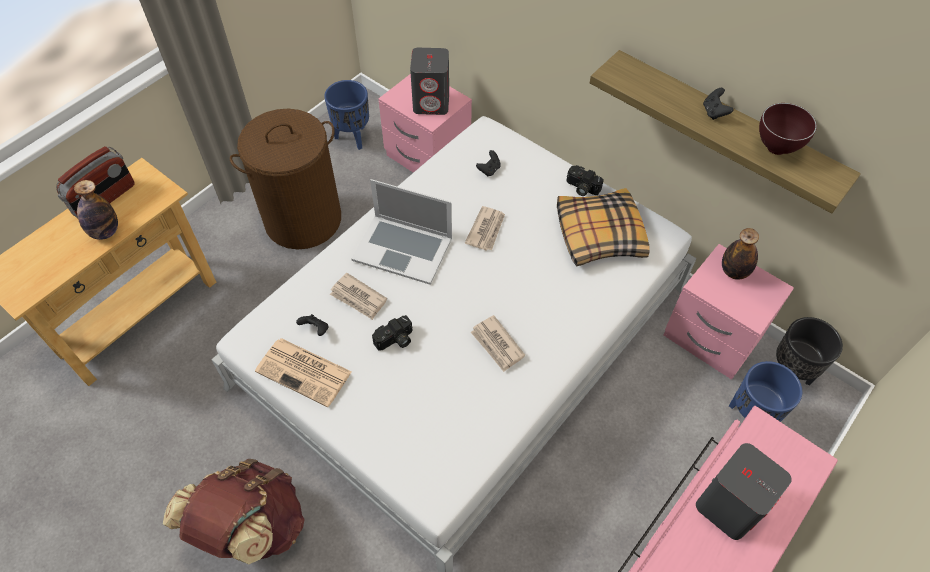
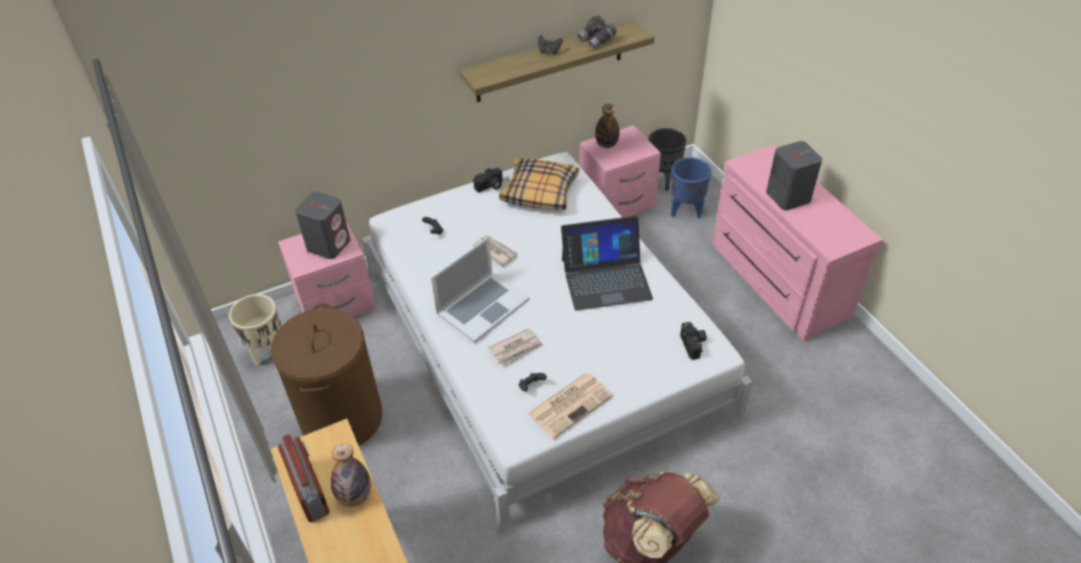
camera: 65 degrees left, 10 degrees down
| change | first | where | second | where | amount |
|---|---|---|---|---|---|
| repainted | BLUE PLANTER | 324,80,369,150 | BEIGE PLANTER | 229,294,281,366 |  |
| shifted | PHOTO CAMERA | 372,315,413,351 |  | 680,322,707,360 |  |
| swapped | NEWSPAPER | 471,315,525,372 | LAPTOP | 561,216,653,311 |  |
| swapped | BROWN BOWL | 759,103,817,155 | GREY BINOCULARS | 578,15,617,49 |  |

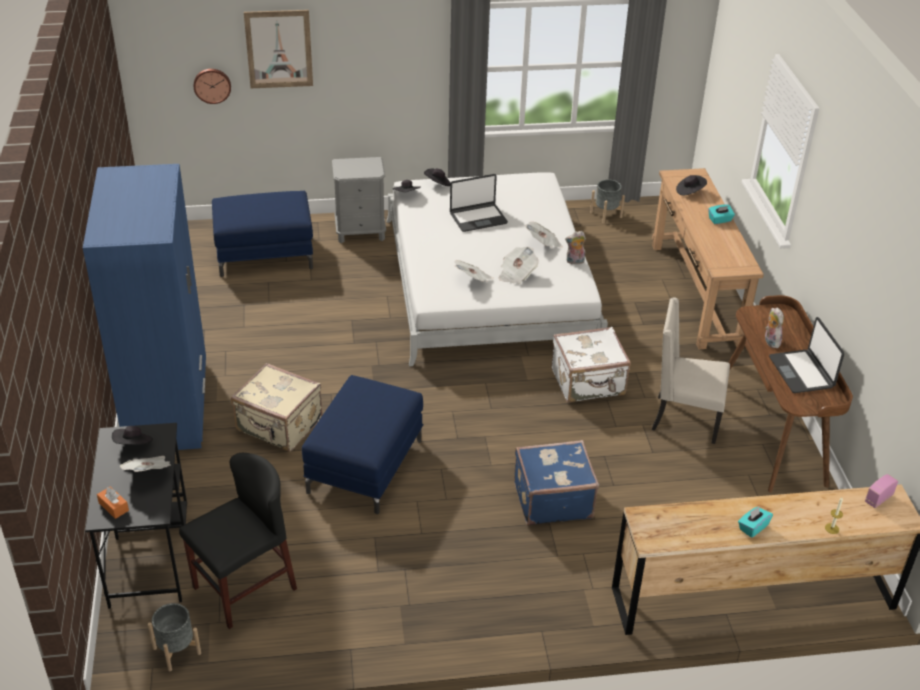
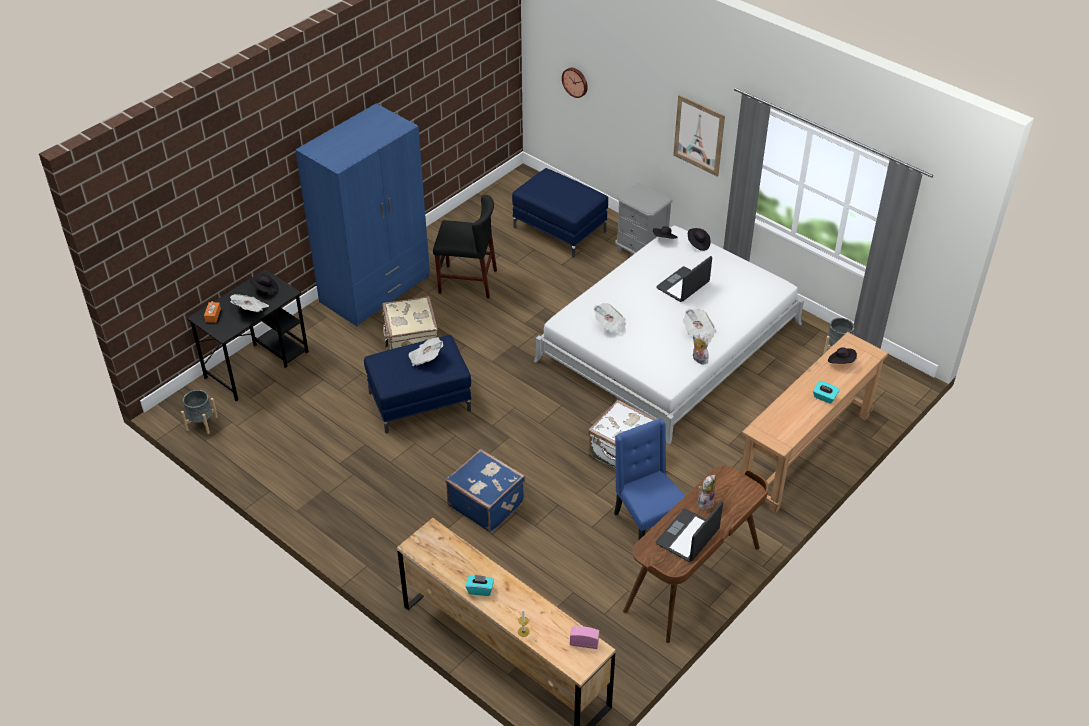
camera: 50 degrees right, 5 degrees up
| change | first | where | second | where | amount |
|---|---|---|---|---|---|
| shifted | BLACK CHAIR | 179,453,297,629 |  | 433,195,497,299 |  |
| shifted | PICTURE | 244,10,313,88 |  | 673,95,725,177 |  |
| rotated | LAPTOP | 450,174,508,232 |  | 656,256,712,302 | 105 degrees clockwise |
| shifted | NEWSPAPER | 499,247,539,284 |  | 409,337,443,366 |  |
| repainted | BEIGE CHAIR | 652,297,730,444 | BLUE CHAIR | 614,419,685,541 |  |

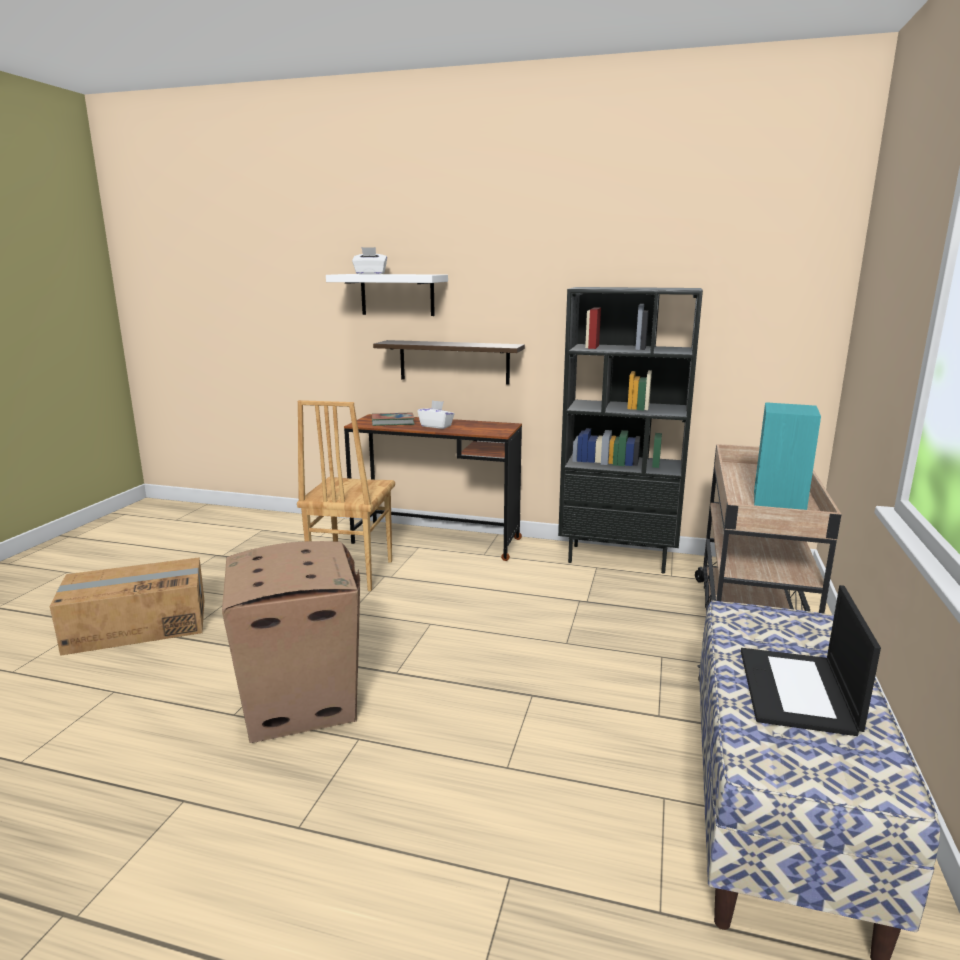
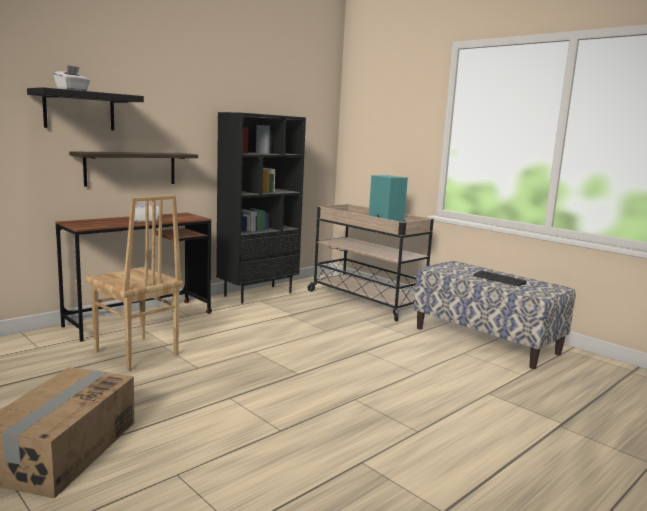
camera: 60 degrees left, 5 degrees down
| change | first | where | second | where | amount |
|---|---|---|---|---|---|
| gone | CARDBOARD BOX | 222,541,360,743 |  |  |  |
| repainted | WHITE SHELF | 326,274,448,316 | BLACK SHELF | 27,87,144,130 |  |
| gone | BOOK | 372,412,415,426 |  |  |  |
| swapped | LAPTOP | 741,585,881,736 | KEYBOARD | 473,270,526,286 |  |

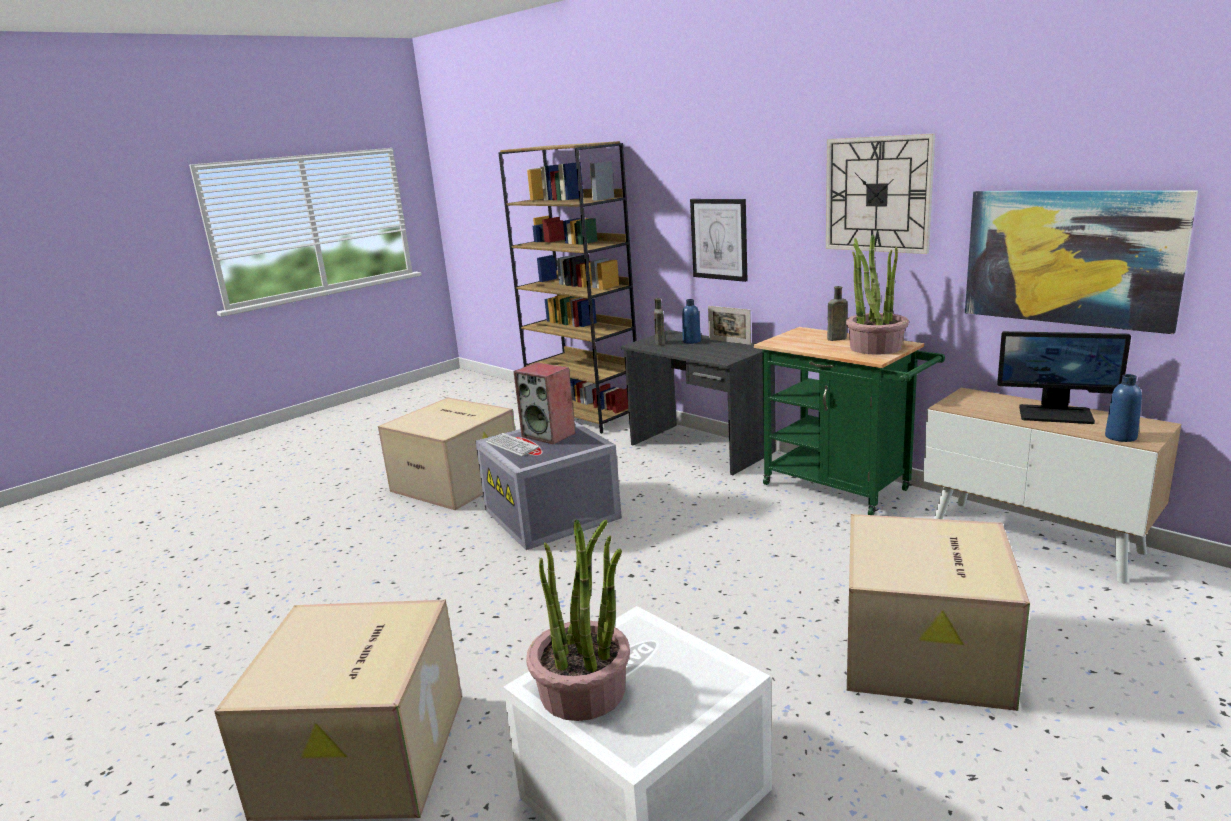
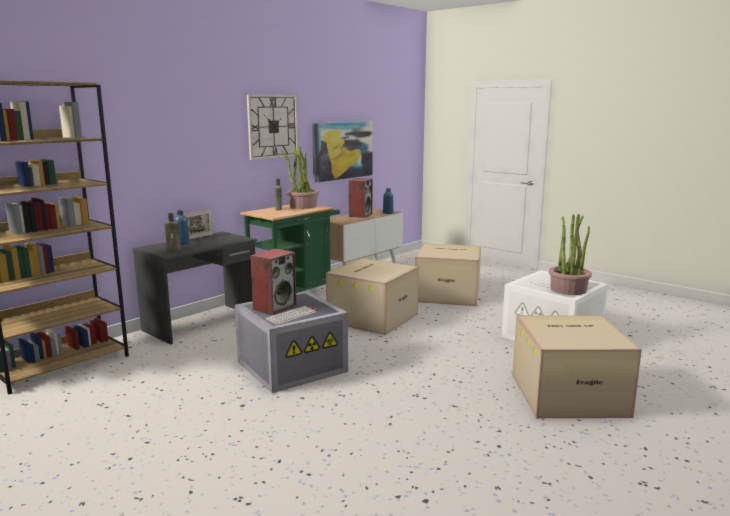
camera: 95 degrees left, 5 degrees down
| change | first | where | second | where | amount |
|---|---|---|---|---|---|
| shifted | CARDBOARD BOX | 378,397,515,510 |  | 326,258,419,335 |  |
| gone | PICTURE | 690,199,747,282 |  |  |  |
| swapped | MONITOR | 997,331,1131,424 | SPEAKER | 349,178,372,218 |  |

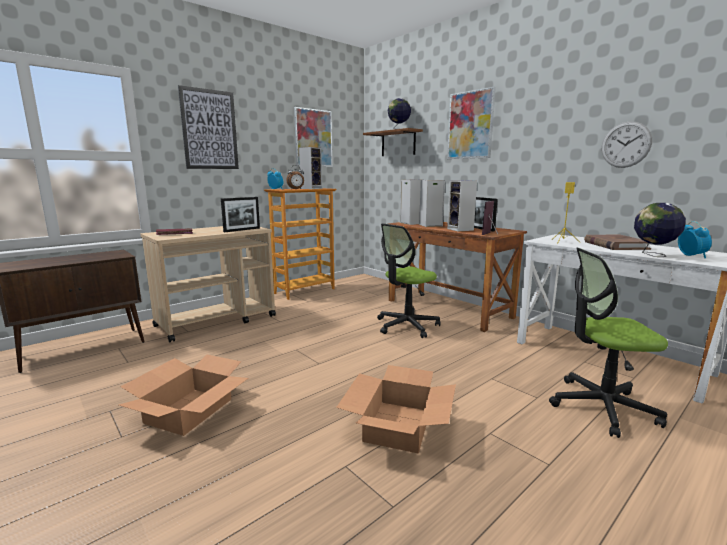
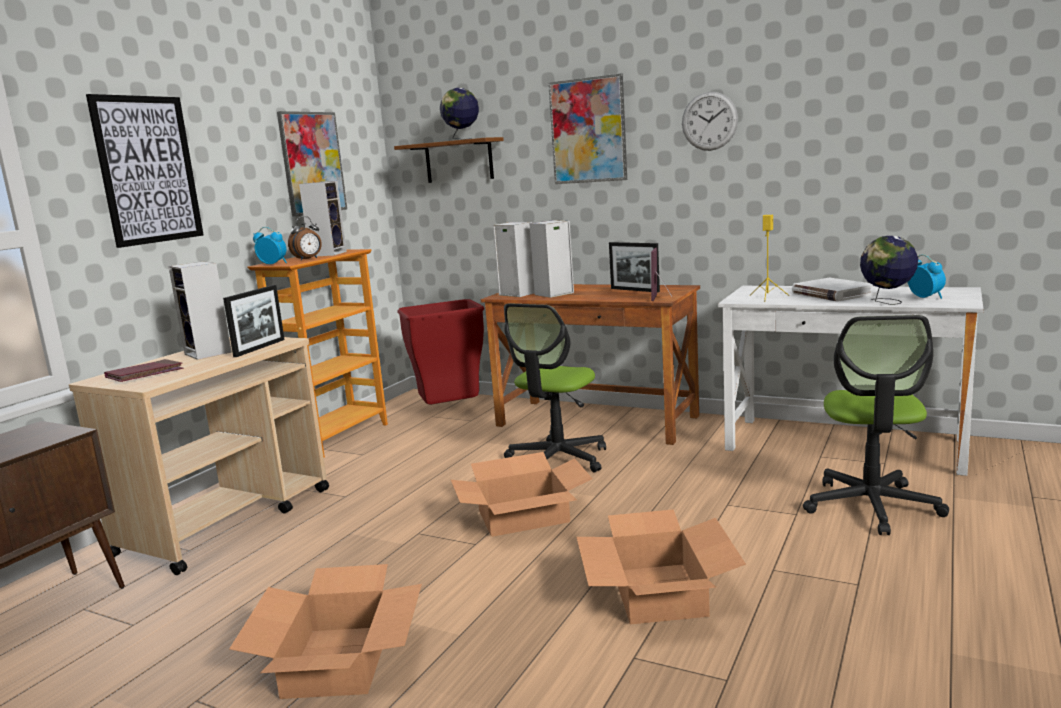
camera: 20 degrees left, 0 degrees up
| change | first | where | second | where | amount |
|---|---|---|---|---|---|
| shifted | SPEAKER | 447,180,477,231 |  | 168,261,232,360 |  |
| rotated | OFFICE CHAIR | 549,248,668,438 |  | 803,315,949,535 | 60 degrees counterclockwise |
| repainted | BROWN BOOK | 584,235,651,250 | WHITE BOOK | 792,278,876,301 |  |
| shifted | WALL CLOCK | 602,121,652,168 |  | 682,92,738,151 |  |
| new |  |  | RED TRASH CAN | 397,299,484,405 |  |
| new |  |  | CARDBOARD BOX | 451,452,593,537 |  |

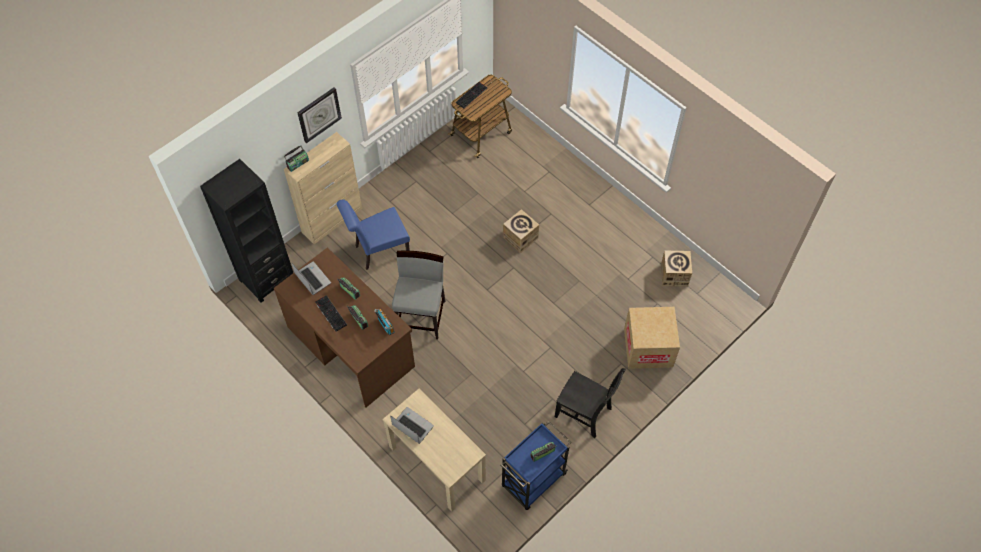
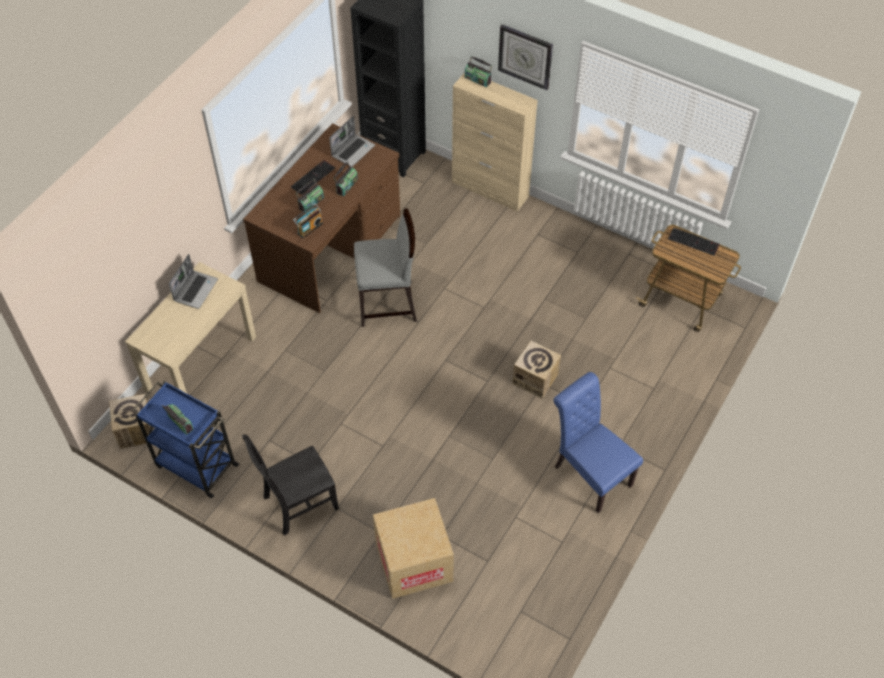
camera: 75 degrees right, 5 degrees down
| change | first | where | second | where | amount |
|---|---|---|---|---|---|
| shifted | BLUE CHAIR | 337,199,410,270 |  | 554,372,643,513 |  |
| rotated | BLACK CHAIR | 555,368,625,438 |  | 242,435,339,536 | 45 degrees clockwise |
| shifted | CARDBOARD BOX | 661,251,692,286 |  | 109,394,154,449 |  |

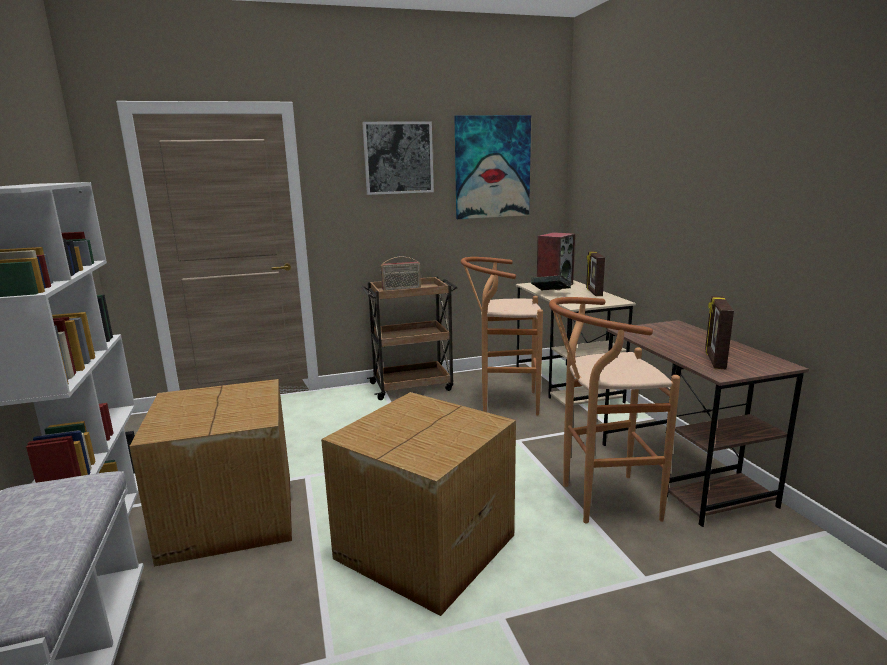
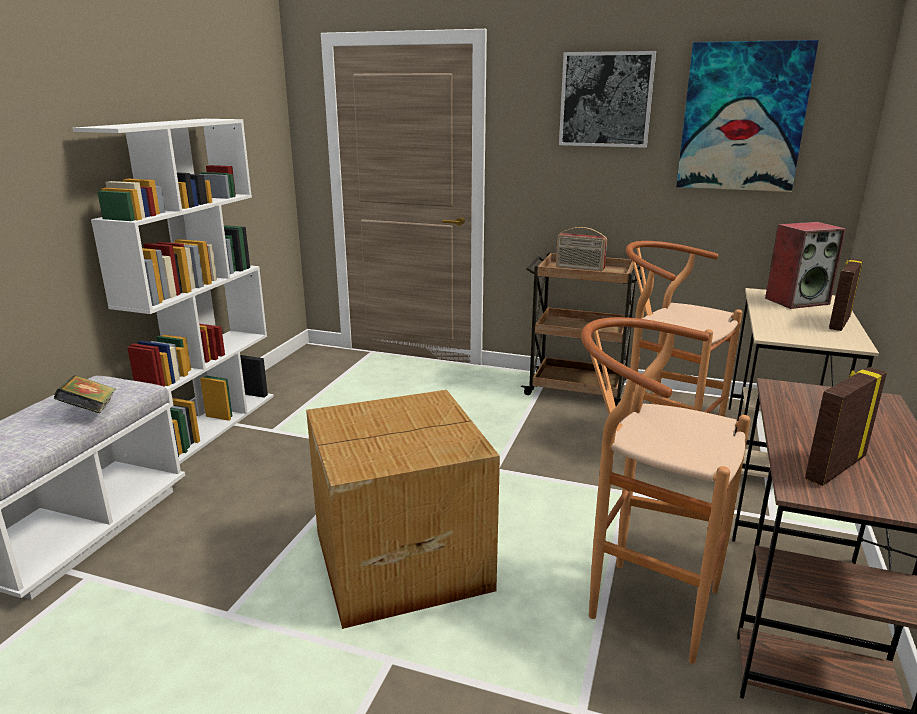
camera: 35 degrees right, 5 degrees up
| change | first | where | second | where | amount |
|---|---|---|---|---|---|
| gone | CARDBOARD BOX | 129,379,292,567 |  |  |  |
| shifted | BOOK | 531,275,572,291 |  | 54,375,115,413 |  |

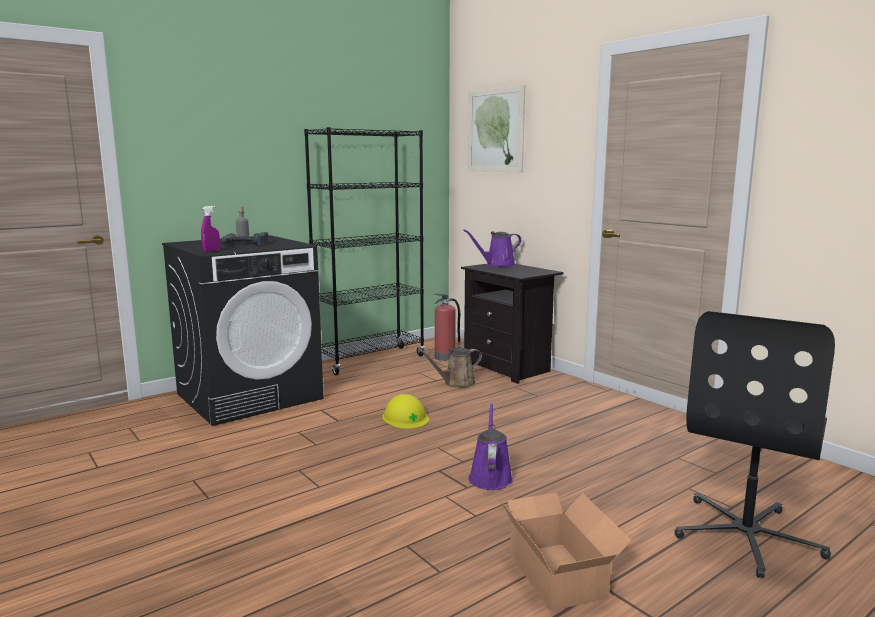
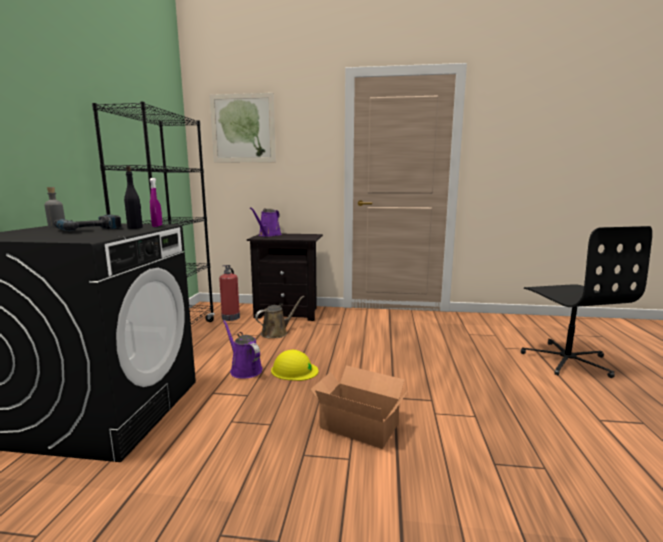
camera: 45 degrees left, 0 degrees up
| change | first | where | second | where | amount |
|---|---|---|---|---|---|
| shifted | PURPLE SPRAY BOTTLE | 201,206,220,252 |  | 150,178,162,227 |  |
| rotated | BROWN WATERING CAN | 419,348,482,387 |  | 255,296,305,338 | 150 degrees counterclockwise |
| shifted | PURPLE WATERING CAN | 468,403,513,490 |  | 223,320,262,379 |  |
| shifted | CARDBOARD BOX | 501,493,632,611 |  | 310,365,408,449 |  |
| new |  |  | BLACK BOTTLE | 124,166,143,229 |  |

